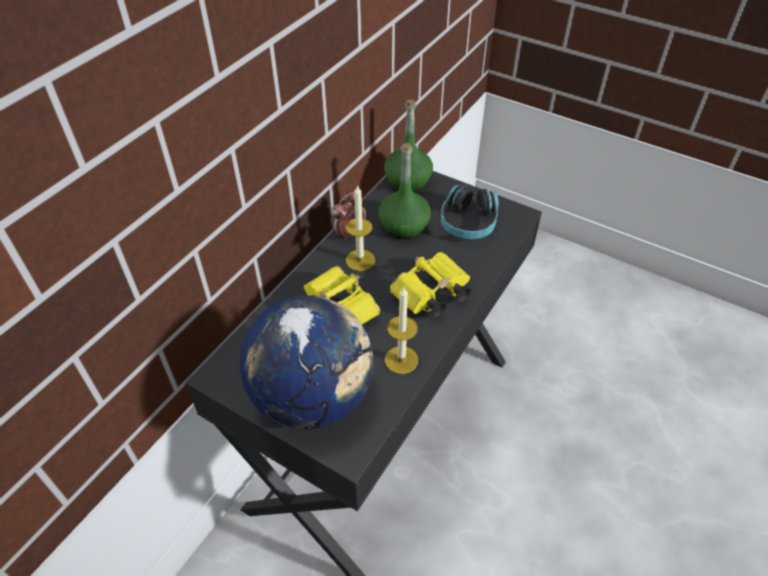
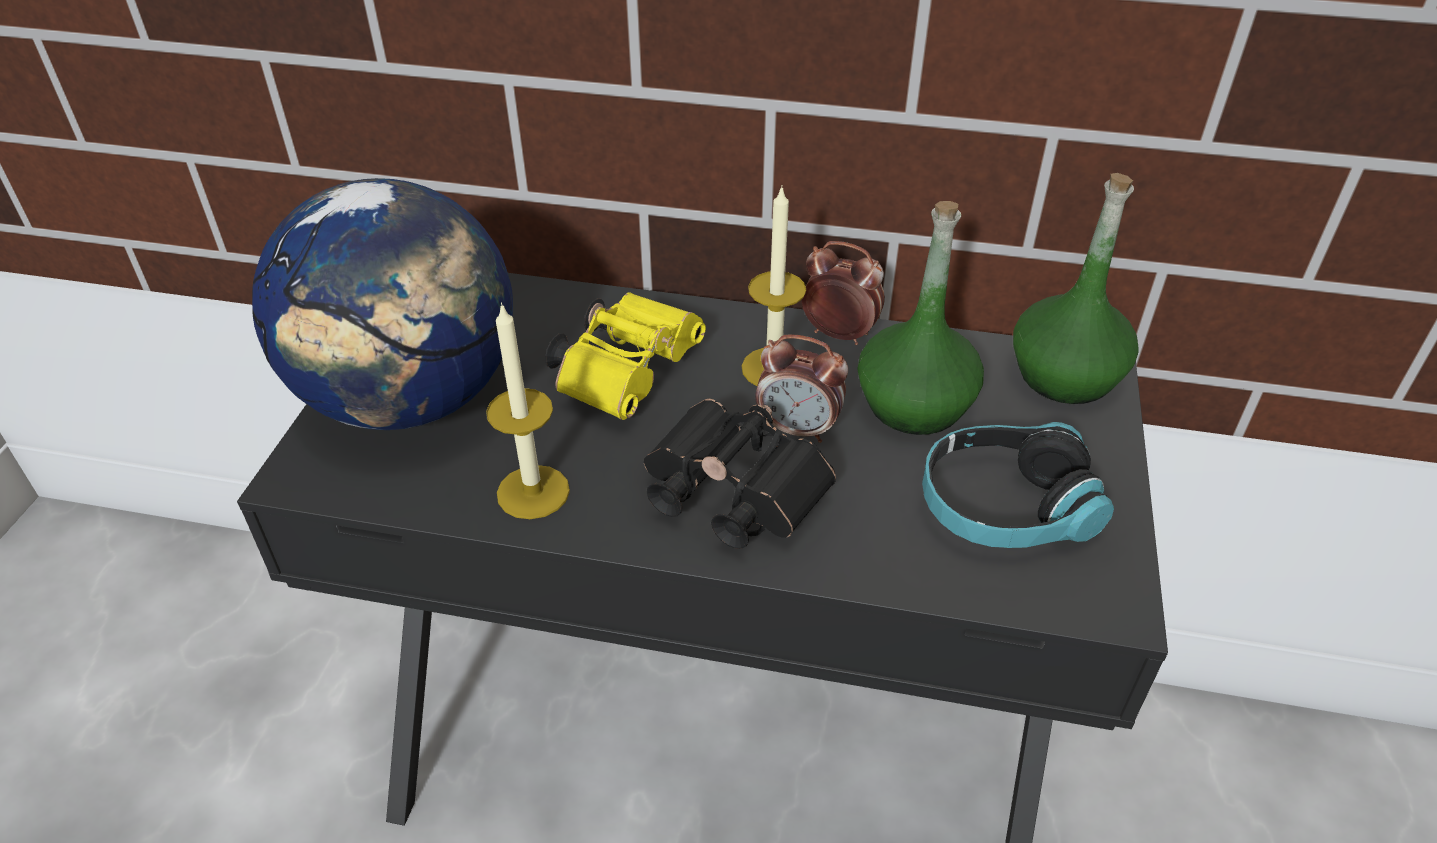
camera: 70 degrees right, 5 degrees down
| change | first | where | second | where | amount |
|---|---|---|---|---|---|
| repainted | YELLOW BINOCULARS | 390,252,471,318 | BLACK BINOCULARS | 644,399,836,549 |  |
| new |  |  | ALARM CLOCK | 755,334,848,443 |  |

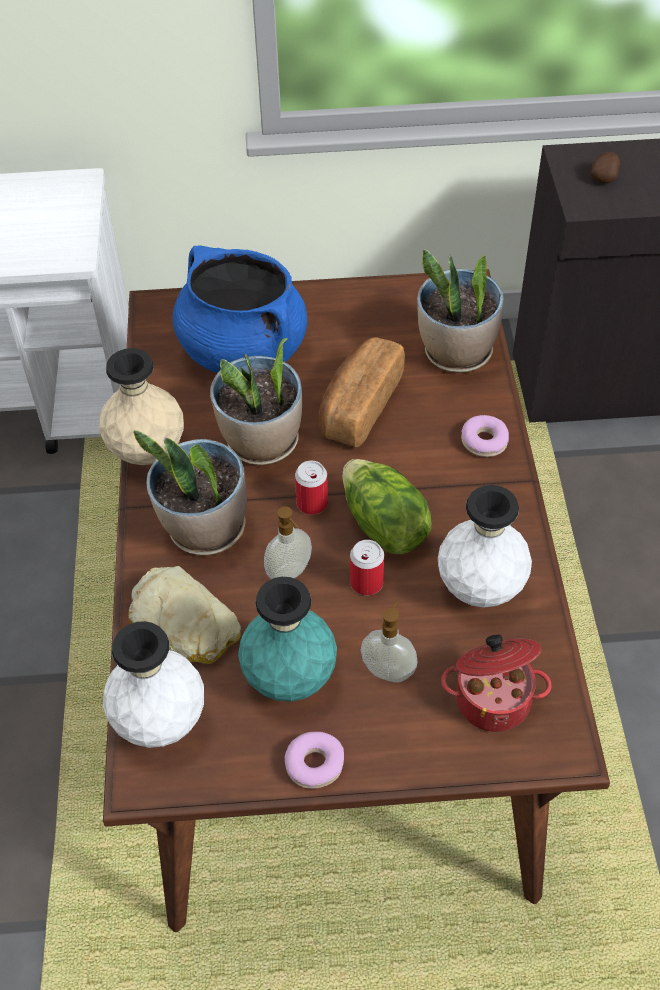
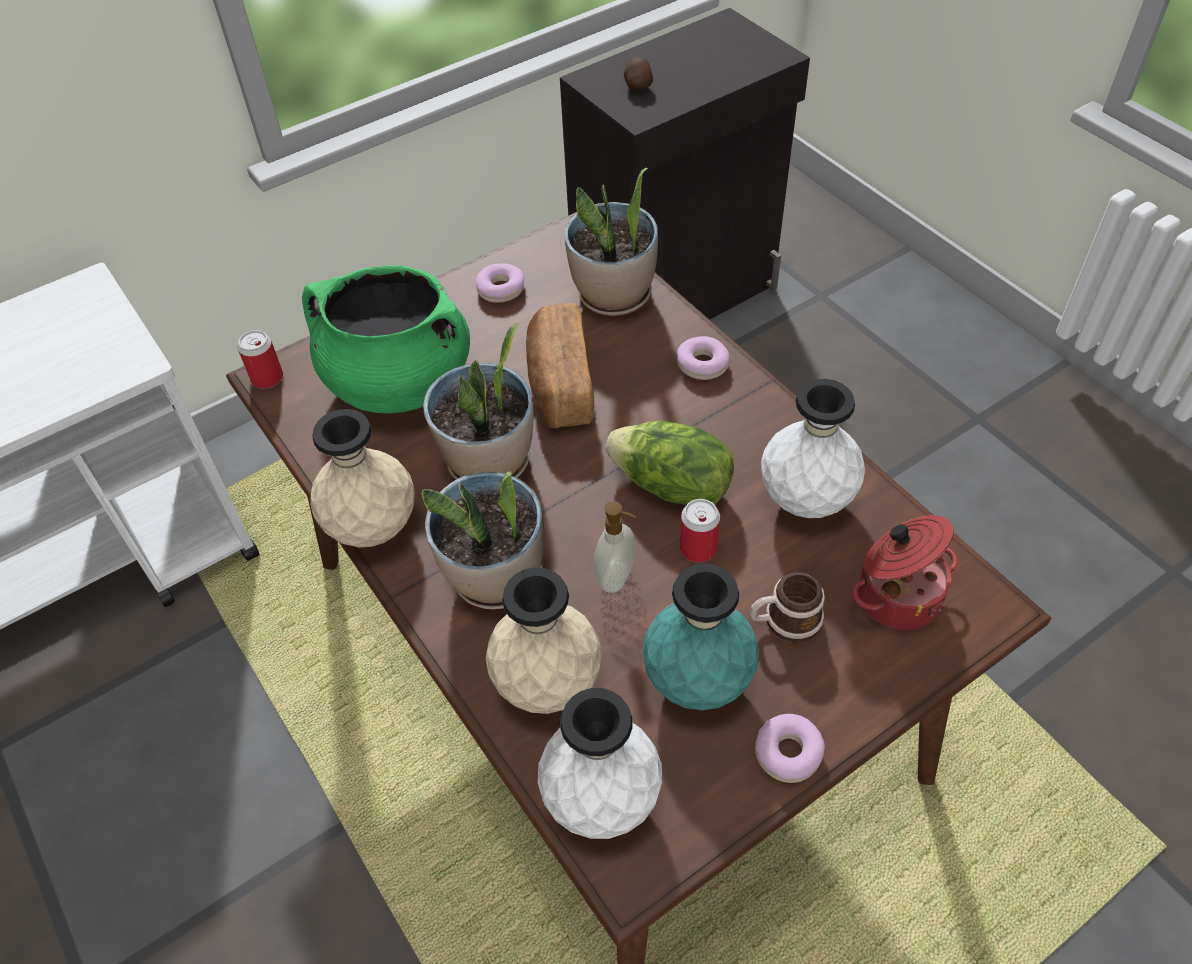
camera: 30 degrees left, 0 degrees up
| change | first | where | second | where | amount |
|---|---|---|---|---|---|
| swapped | BREAD | 128,566,241,664 | BEIGE VASE | 486,567,602,714 |  |
| repainted | BLUE COOKING POT | 172,246,307,373 | GREEN COOKING POT | 302,265,470,413 |  |
| shifted | CAN | 295,461,328,515 |  | 238,330,283,389 |  |
| swapped | SOAP DISPENSER | 361,601,418,682 | MUG | 750,572,825,643 |  |
| new |  |  | DONUT | 475,264,524,303 |  |

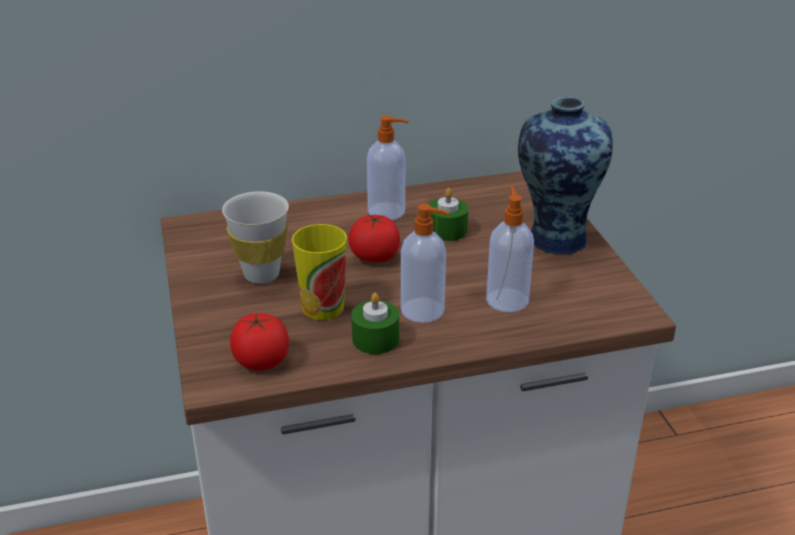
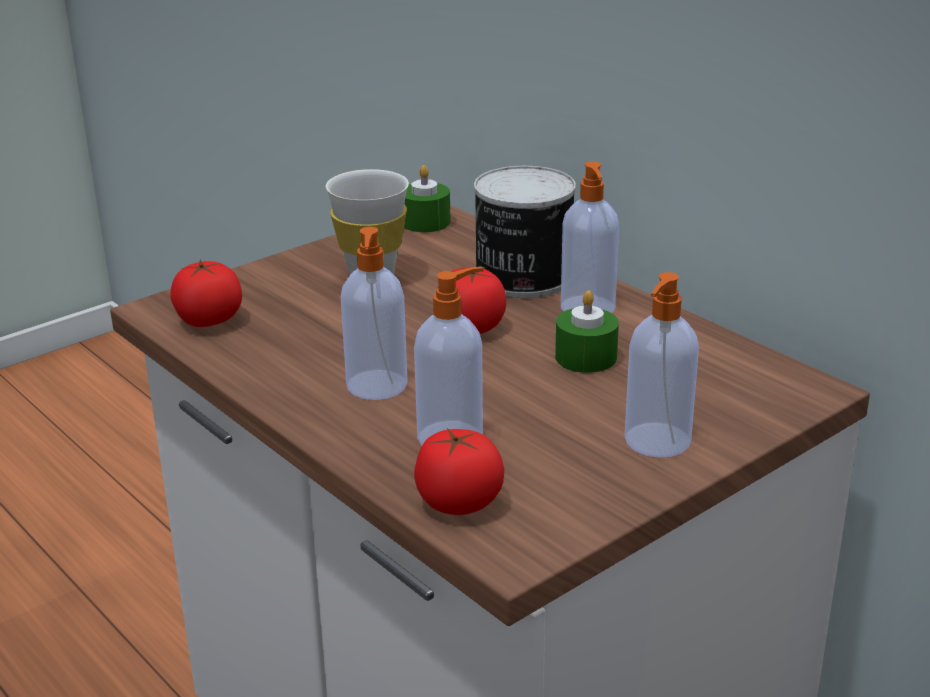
camera: 65 degrees right, 5 degrees down
| change | first | where | second | where | amount |
|---|---|---|---|---|---|
| gone | CUP | 292,224,347,320 |  |  |  |
| shifted | GREEN CANDLE | 351,293,399,354 |  | 404,165,451,232 |  |
| swapped | VASE | 518,97,613,254 | SOAP DISPENSER | 625,272,699,458 |  |
| new |  |  | TOMATO | 414,428,504,515 |  |
| new |  |  | CAN | 474,166,576,298 |  |

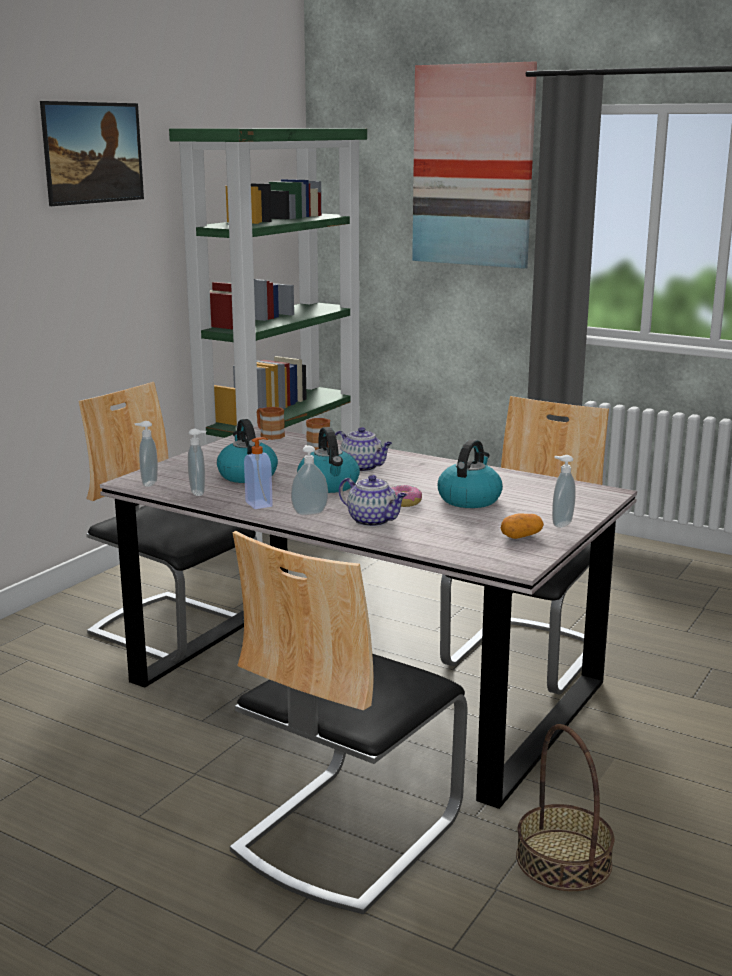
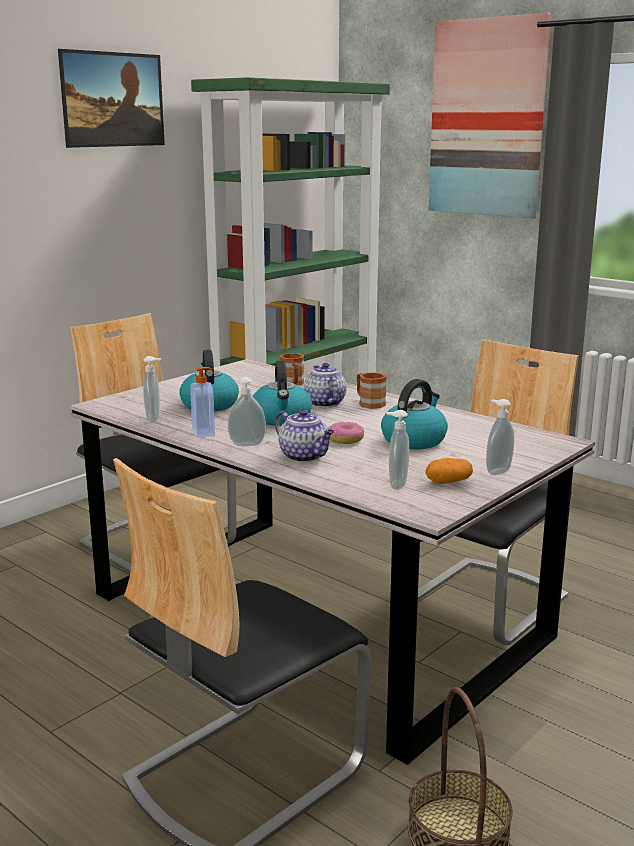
camera: 10 degrees right, 0 degrees up
| change | first | where | second | where | amount |
|---|---|---|---|---|---|
| shifted | SOAP DISPENSER | 135,421,158,487 |  | 386,410,409,490 |  |
| shifted | BROWN MUG | 257,407,285,440 |  | 357,372,387,409 |  |
| rotated | TEAPOT | 335,427,392,472 |  | 304,363,347,407 | 150 degrees counterclockwise |

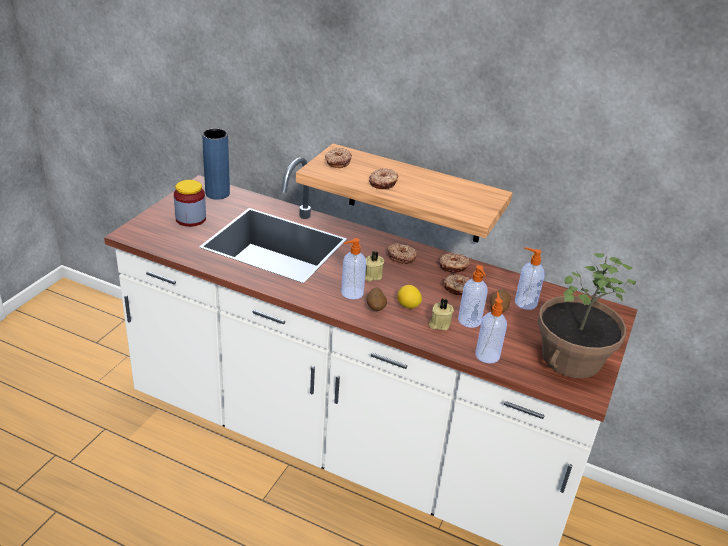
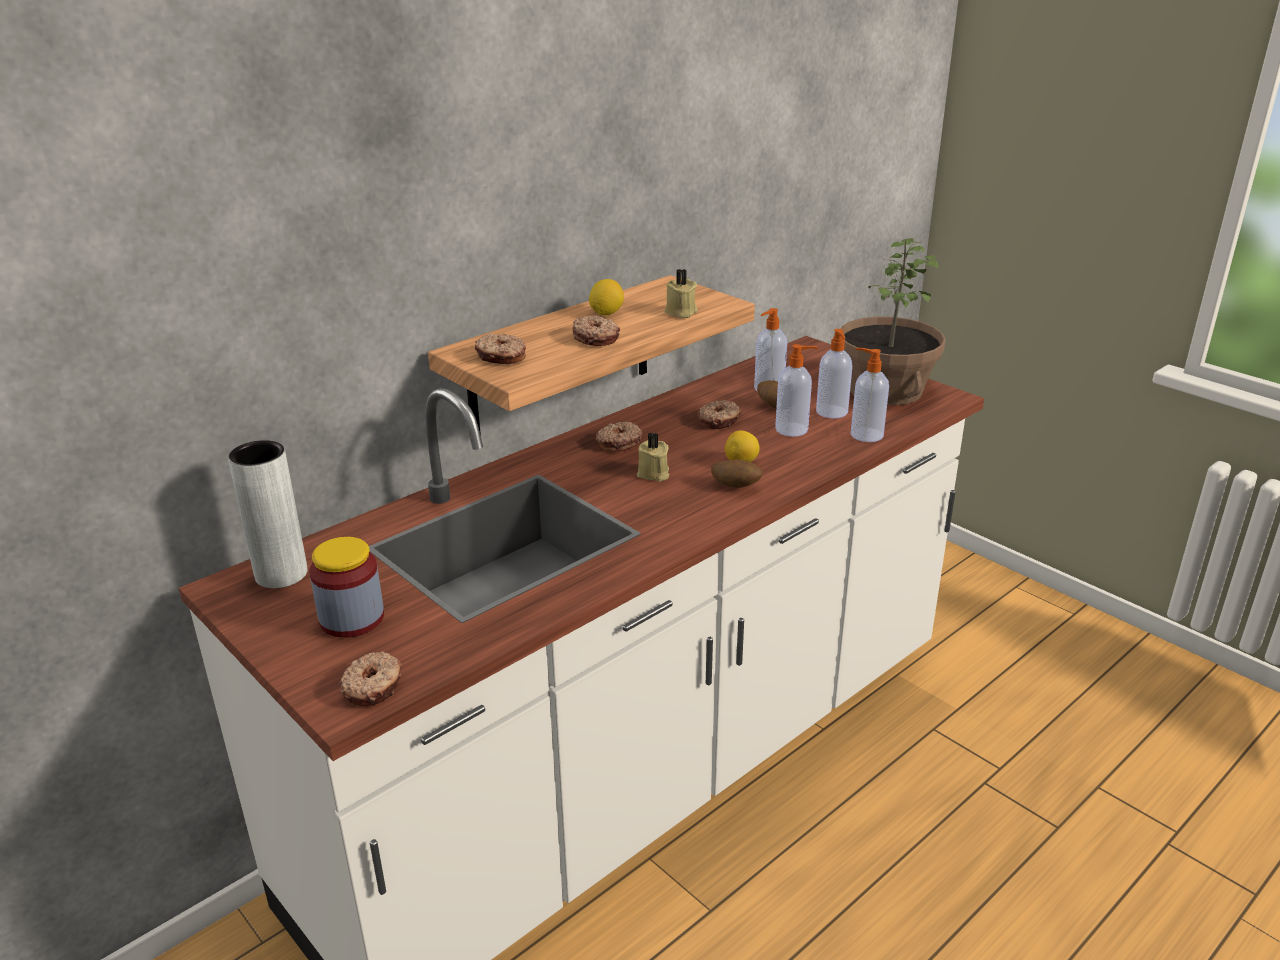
camera: 65 degrees left, 5 degrees down
| change | first | where | second | where | amount |
|---|---|---|---|---|---|
| repainted | BLUE VASE | 202,129,230,200 | GREY VASE | 228,440,308,588 |  |
| shifted | SOAP DISPENSER | 341,238,366,299 |  | 816,329,852,418 |  |
| shifted | BEIGE CANDLE | 428,298,454,331 |  | 664,269,698,318 |  |
| shifted | DONUT | 439,253,470,273 |  | 339,652,402,706 |  |
| new |  |  | LEMON | 589,279,624,315 |  |

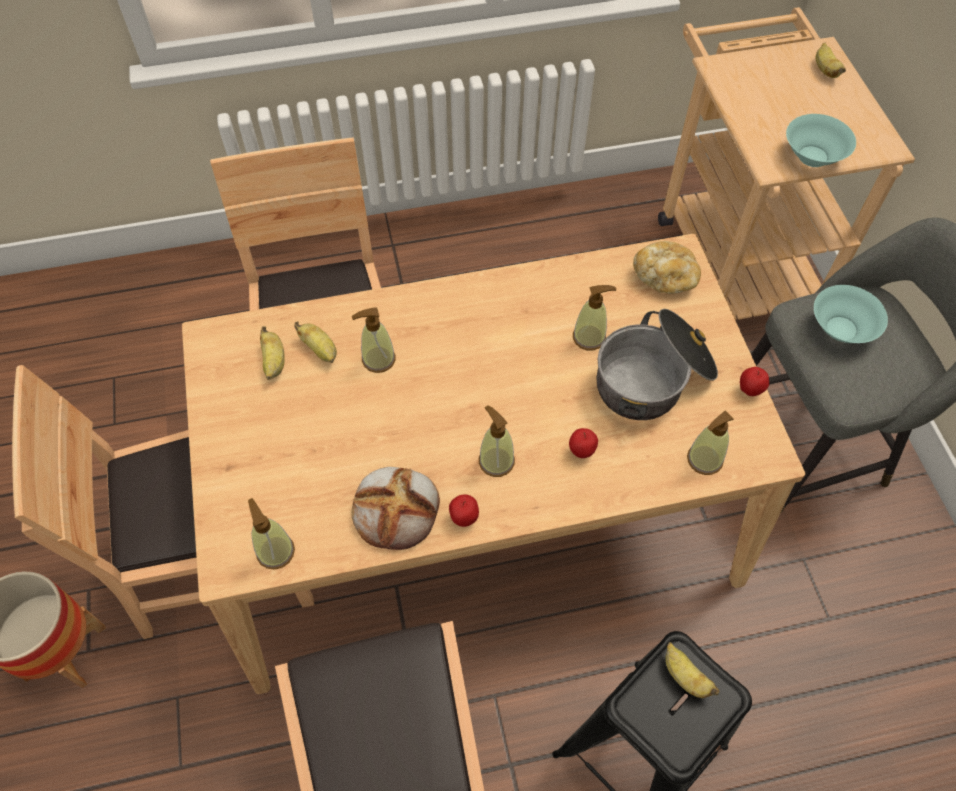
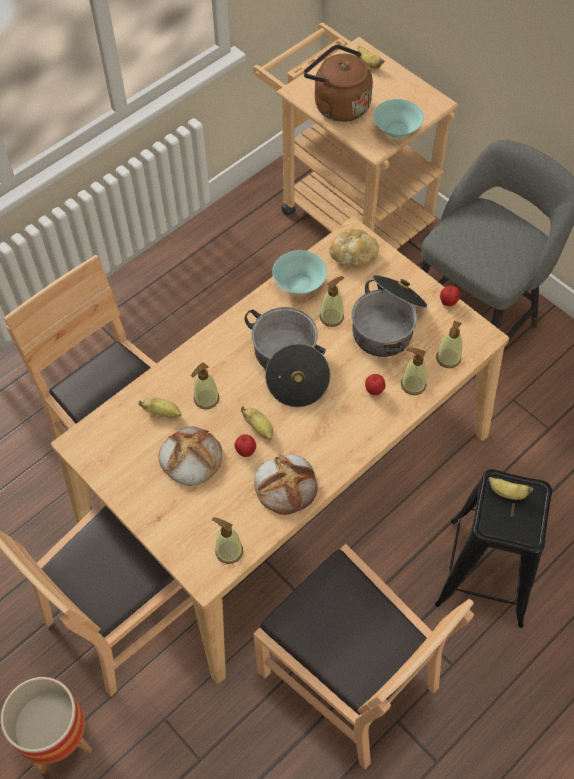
camera: 30 degrees left, 0 degrees up
| change | first | where | second | where | amount |
|---|---|---|---|---|---|
| shifted | BANANA | 260,326,285,380 |  | 241,406,273,440 |  |
| shifted | APPLE | 449,494,479,527 |  | 234,434,256,457 |  |
| shifted | SOAP DISPENSER | 479,405,515,477 |  | 401,347,427,395 |  |
| shifted | TURQUOISE BOWL | 814,285,888,343 |  | 272,250,327,294 |  |
| new |  |  | BREAD | 159,427,222,486 |  |
| new |  |  | COOKING POT | 244,307,330,407 |  |
| new |  |  | BROWN KETTLE | 304,44,373,122 |  |

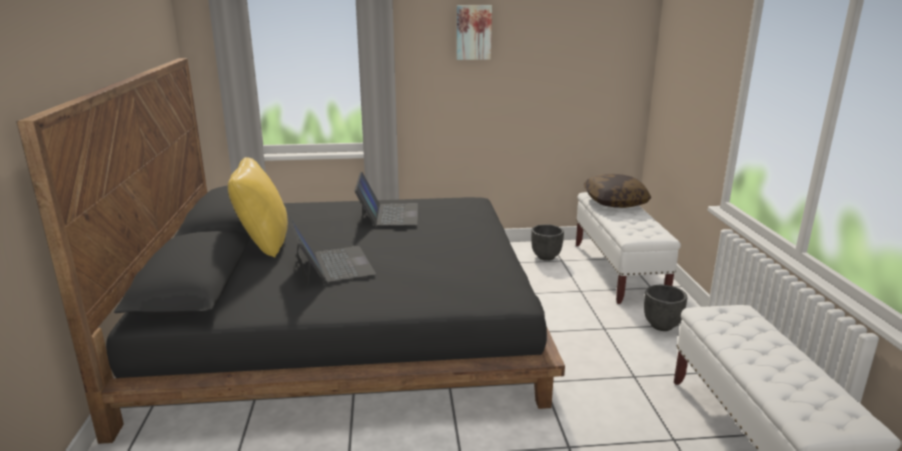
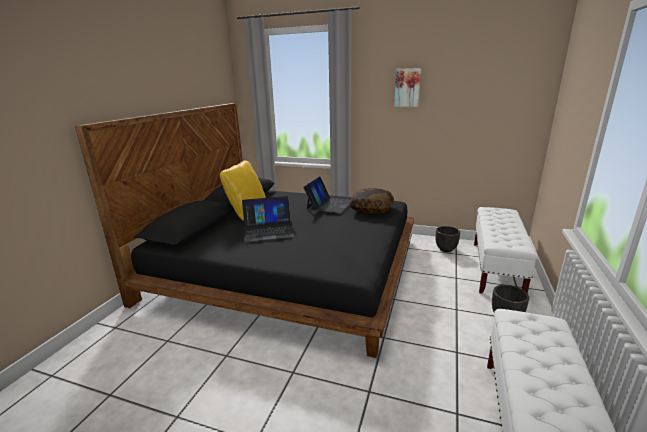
camera: 25 degrees right, 0 degrees up
| change | first | where | second | where | amount |
|---|---|---|---|---|---|
| rotated | LAPTOP | 288,216,376,286 |  | 242,196,294,242 | 75 degrees clockwise |
| shifted | PILLOW | 584,174,651,208 |  | 349,188,394,214 |  |

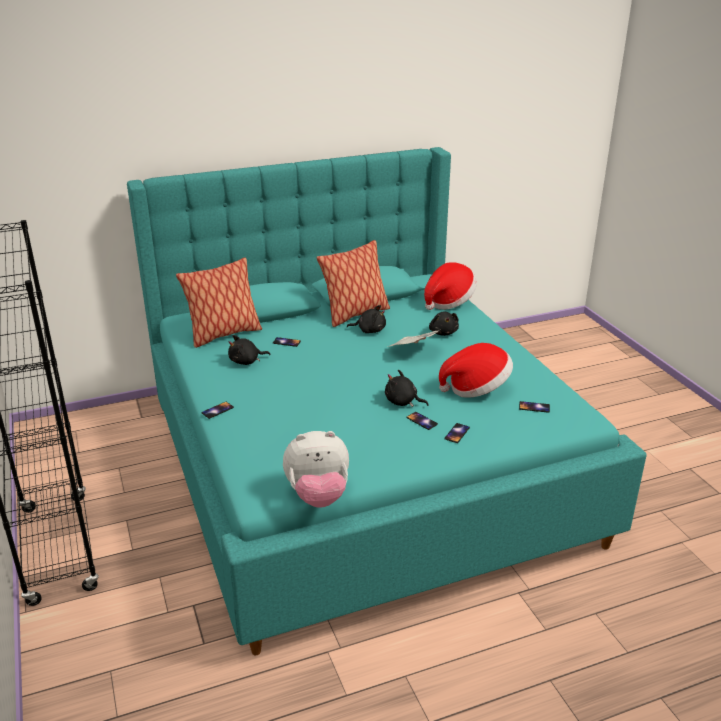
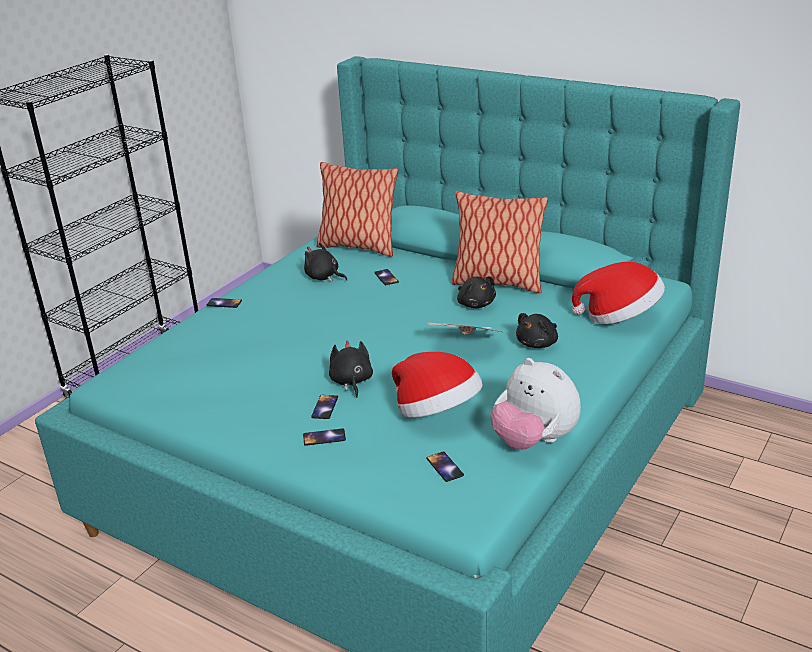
camera: 55 degrees right, 0 degrees up
| change | first | where | second | where | amount |
|---|---|---|---|---|---|
| shifted | PLUSH TOY | 283,431,349,508 |  | 491,358,581,450 |  |

